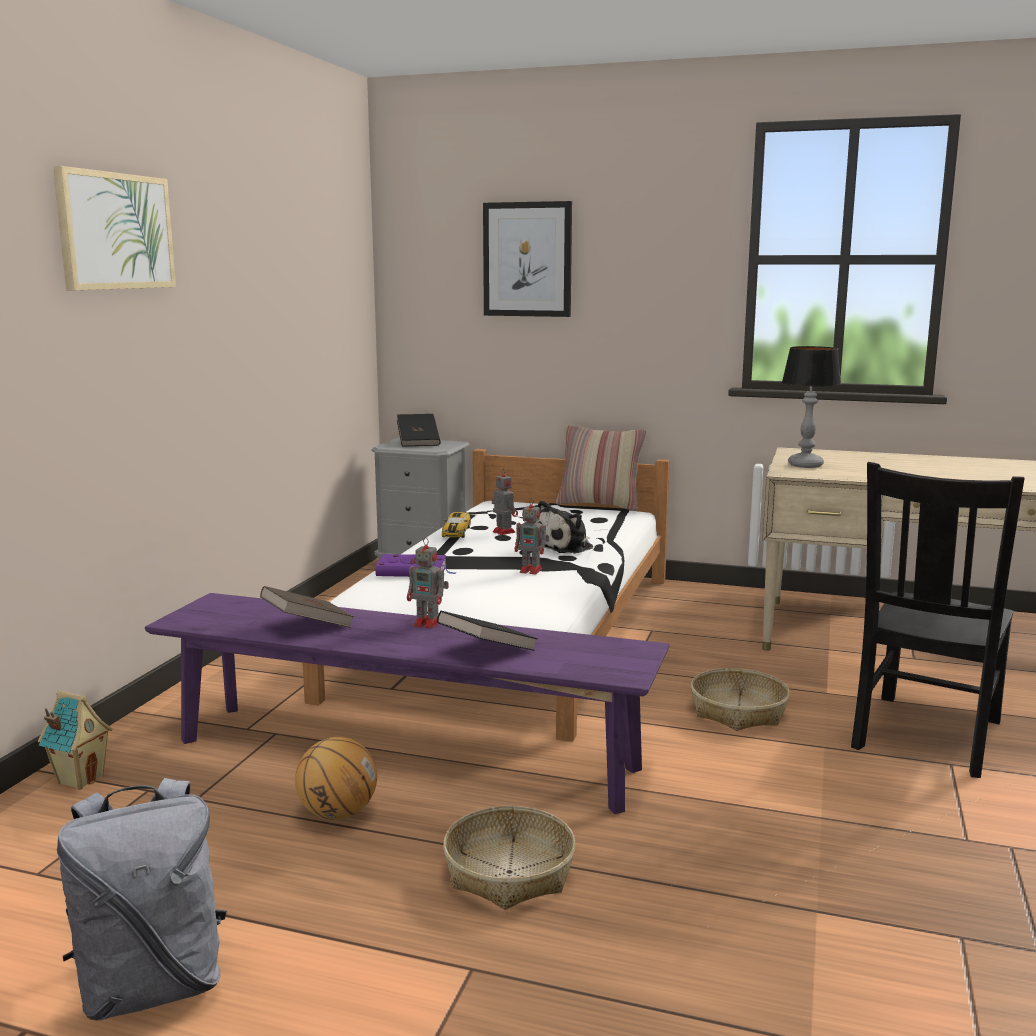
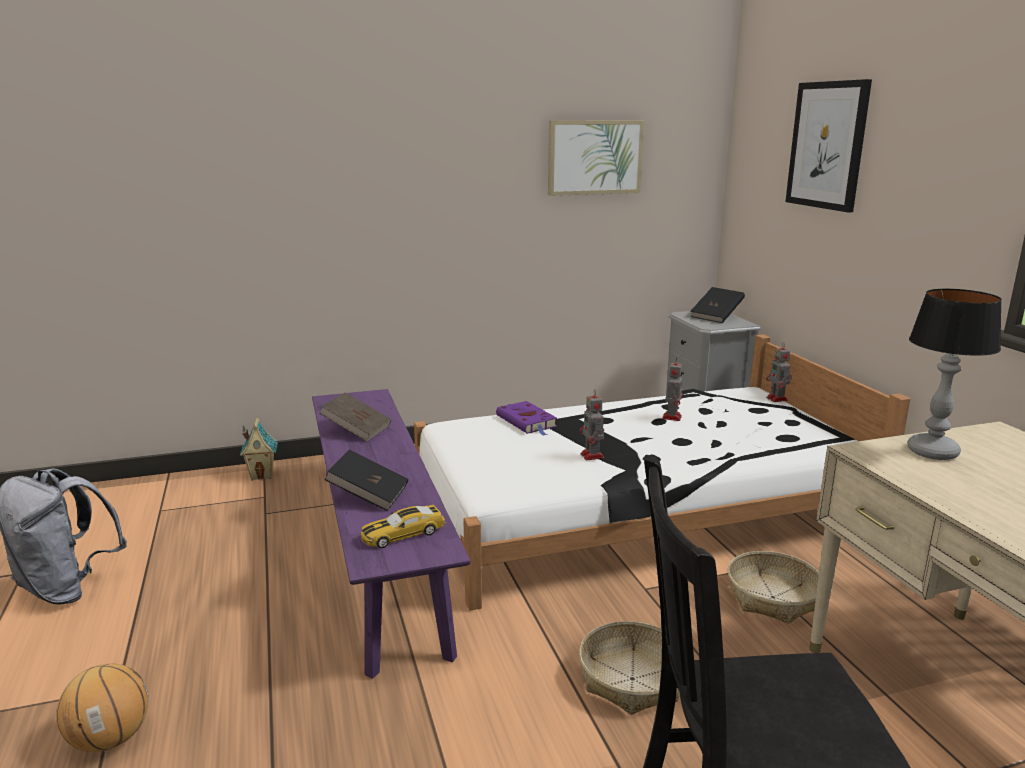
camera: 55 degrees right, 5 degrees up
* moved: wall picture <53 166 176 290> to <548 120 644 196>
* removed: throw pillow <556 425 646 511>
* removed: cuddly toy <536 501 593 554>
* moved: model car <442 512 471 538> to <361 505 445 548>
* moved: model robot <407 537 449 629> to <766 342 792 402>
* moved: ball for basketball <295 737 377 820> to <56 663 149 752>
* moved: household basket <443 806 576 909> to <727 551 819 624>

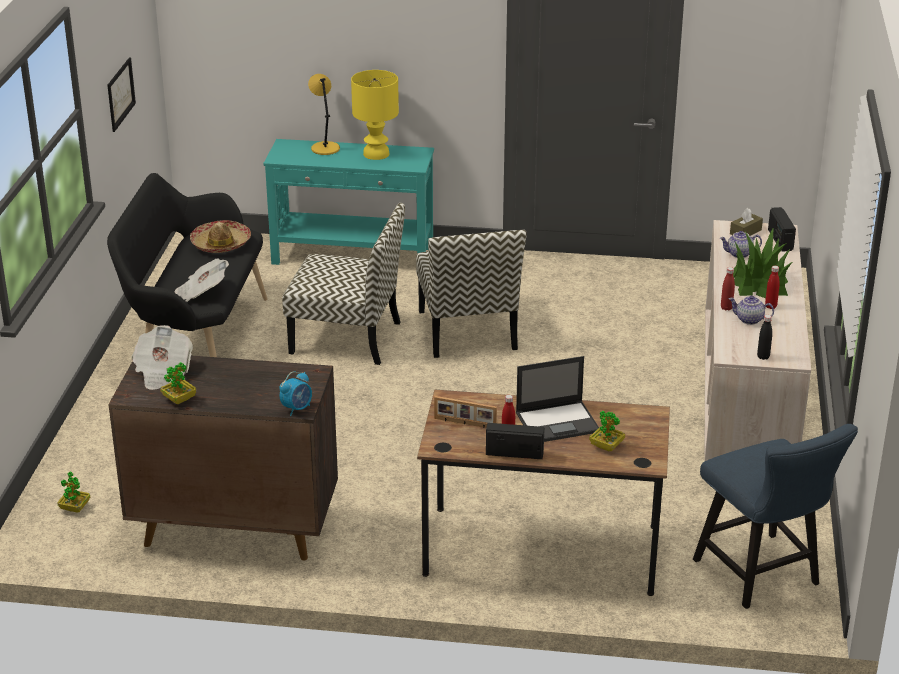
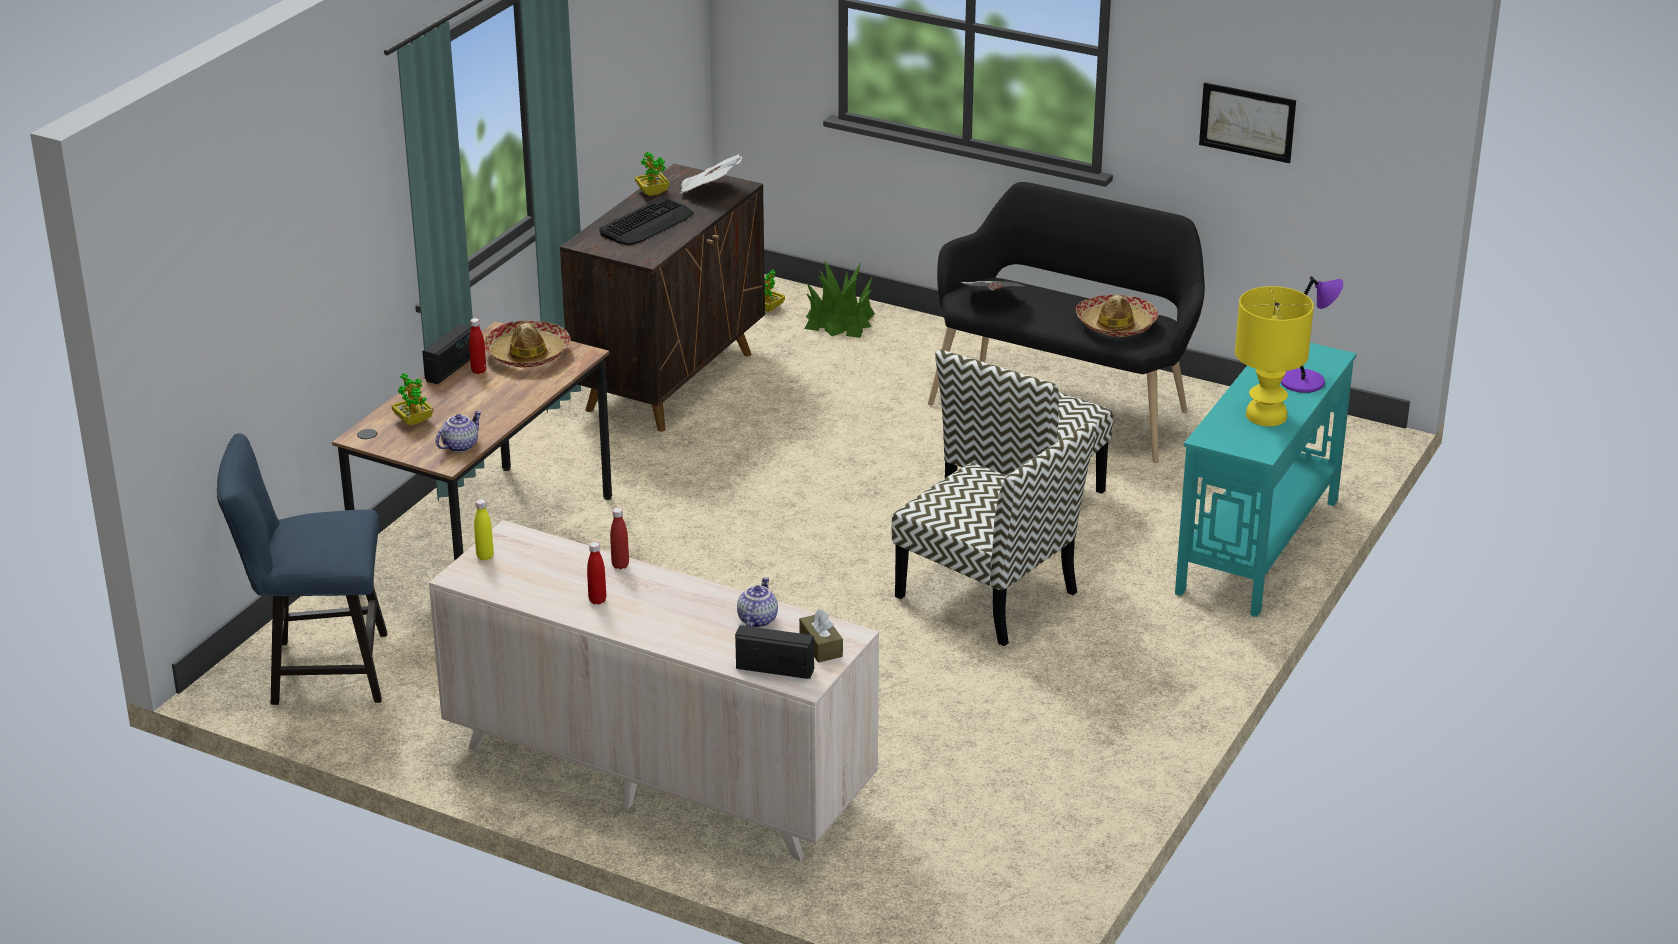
camera: 110 degrees right, 0 degrees up
* recoloured: yellowish lamp for a table <308 74 340 155> to purplish lamp for a table <1281 276 1343 393>
* moved: houseplant <733 227 792 298> to <805 261 875 338>
* turned: plain chair <416 230 527 358> = <892 421 1097 646> 150 degrees counterclockwise
* moved: teapot <728 295 774 325> to <436 411 482 452>
* recoloured: blackish drink bottle <757 315 772 360> to yellowish drink bottle <474 499 494 561>
* removed: portable computer <516 356 599 442>
* removed: table clock <279 371 312 416>
* replaced: photo frame <434 396 497 428> to clothing hat <484 320 571 367>
* added: PC keyboard <599 198 693 245>

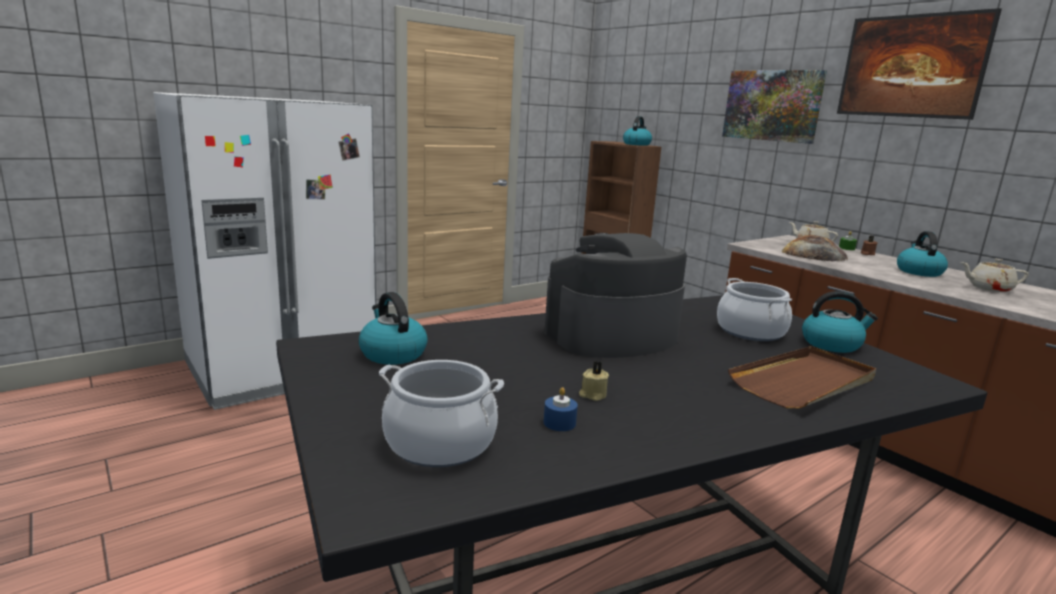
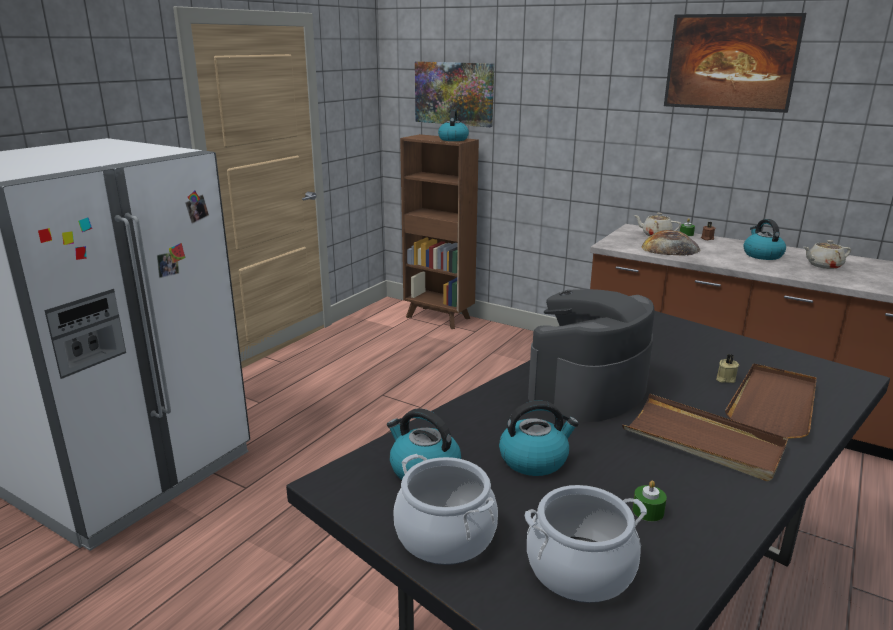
camera: 20 degrees left, 5 degrees up
* moved: wall picture <722 70 827 144> to <415 61 494 127>
* moved: stockpot <717 278 792 341> to <394 454 498 565>
* moved: kettle <802 291 878 353> to <499 401 579 476>
* moved: beige-coloured candle <579 361 609 401> to <716 354 739 383>
* recoloured: bluish candle <544 387 578 431> to green candle <632 480 667 521>
* added: brownish carrying tray <622 393 788 481>

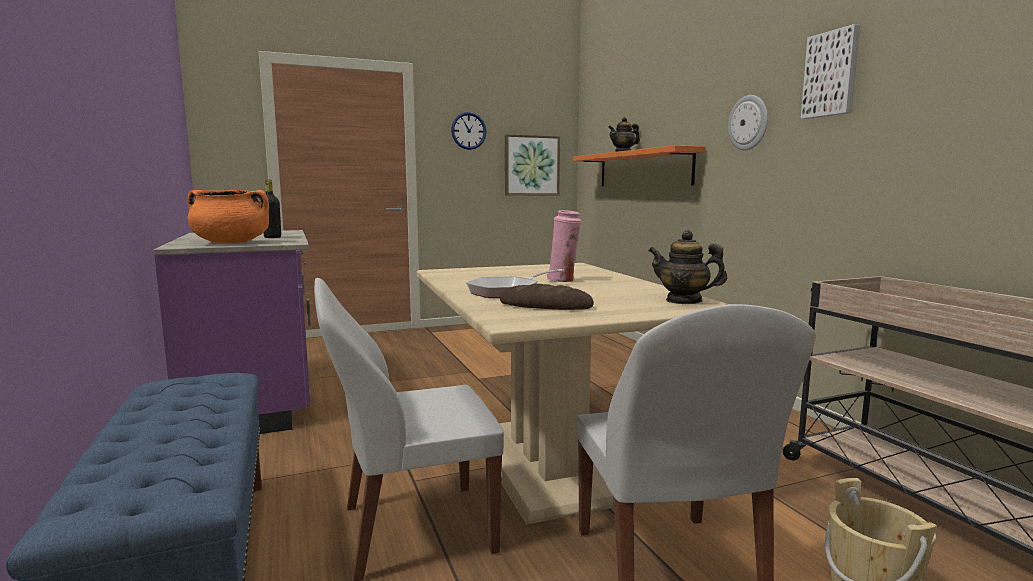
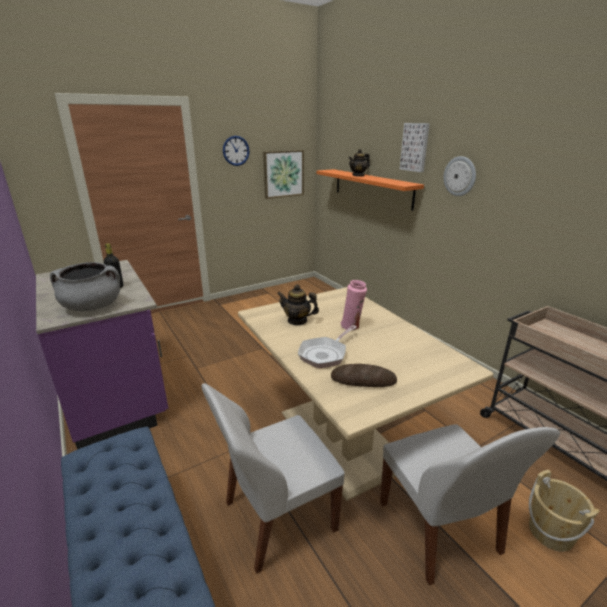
camera: 10 degrees left, 15 degrees up
* moved: wall picture <801 24 860 119> to <400 123 430 172>
* recoloured: orange stockpot <187 190 269 243> to grey stockpot <50 262 120 311>
* moved: teapot <649 230 727 304> to <277 284 319 325>

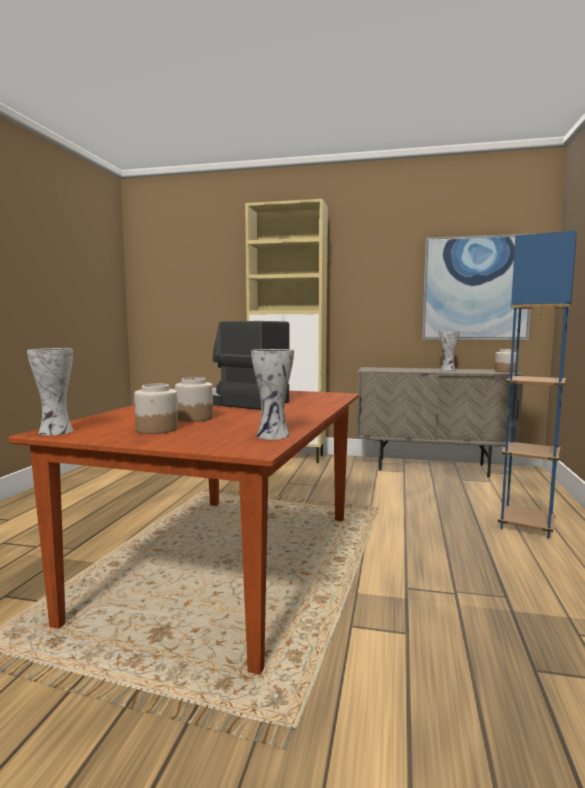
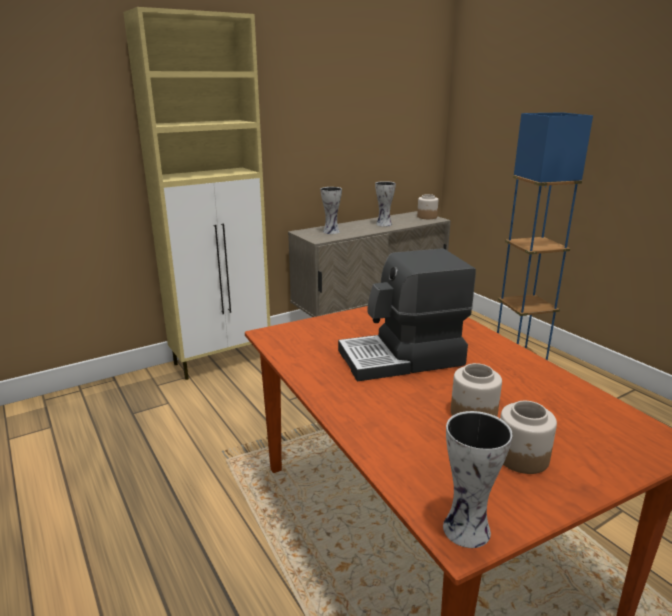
camera: 45 degrees left, 15 degrees up
* removed: wall picture <422 233 536 340>
* moved: vase <251 349 294 440> to <320 187 342 234>

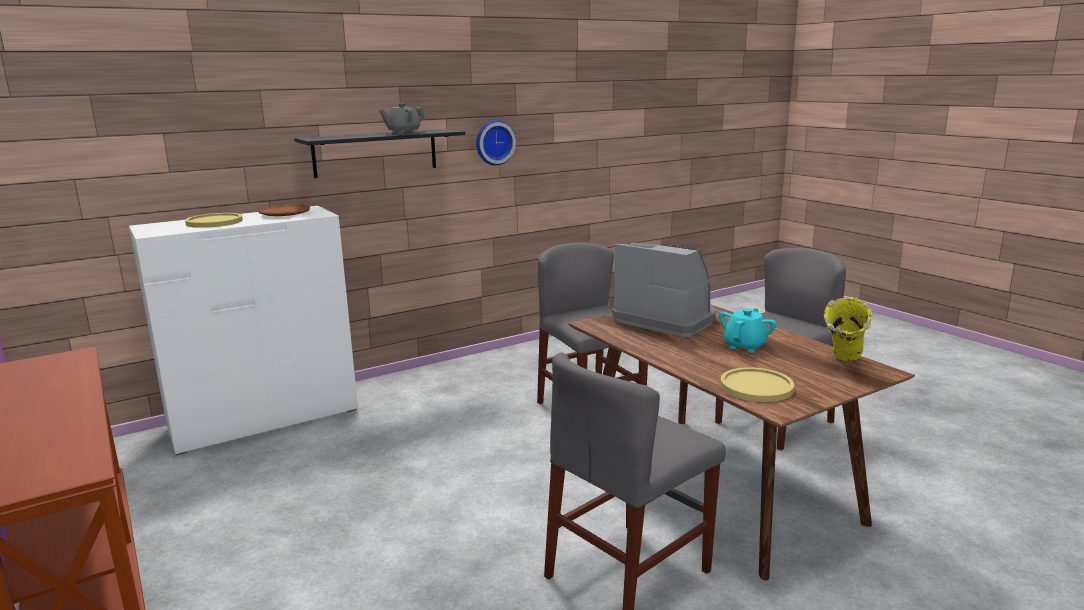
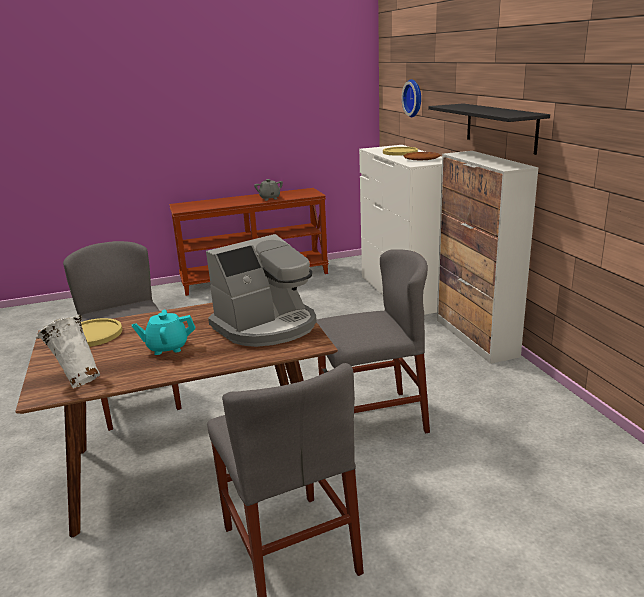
camera: 105 degrees right, 5 degrees up
* moved: grey teapot <379 103 425 134> to <254 179 283 201>
* moved: wall clock <476 120 516 166> to <402 79 421 117>
* recoloured: yellowish vase <824 297 872 361> to white vase <36 315 100 388>
* turned: blue-green teapot <719 308 777 353> = <132 310 195 355> 120 degrees clockwise
* added: cupboard <437 151 538 364>

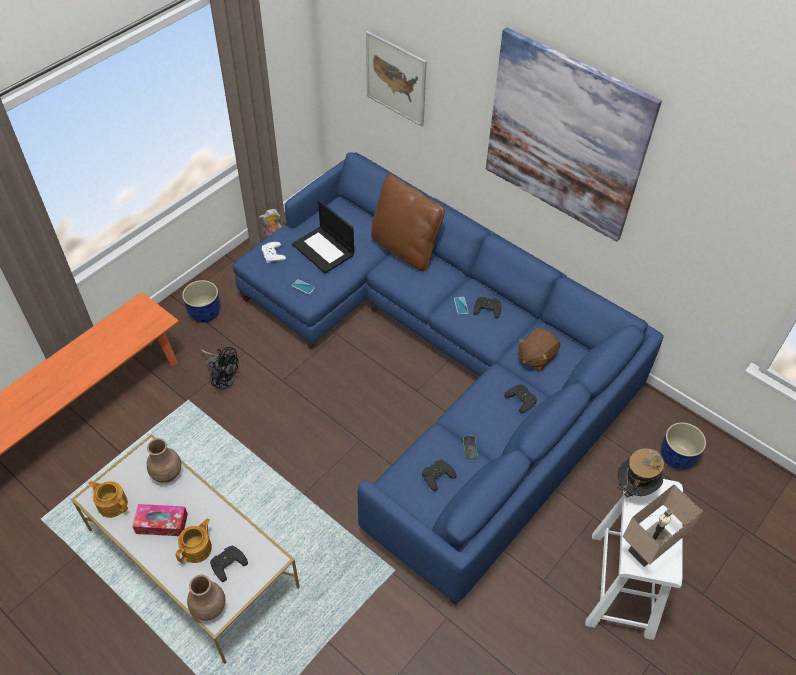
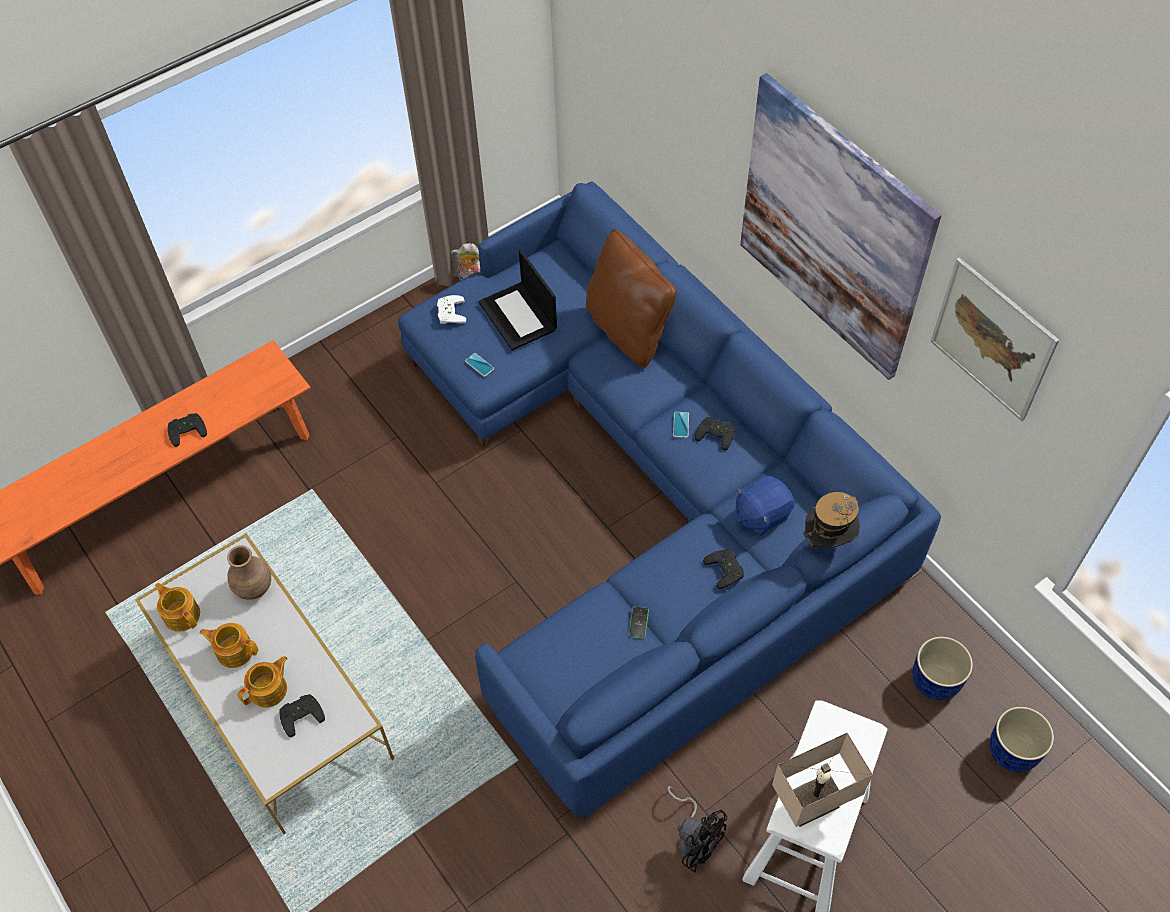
camera: 15 degrees right, 5 degrees up
* moved: wall picture <366 31 427 127> to <931 257 1059 421>
* moved: bluish plant pot <182 280 220 323> to <989 707 1054 772>
* recoloured: brownish cuddly toy <518 328 560 372> to bluish cuddly toy <736 476 795 536>
* moved: blackish cooling fan <201 347 239 389> to <667 786 727 873>
* moved: clothing hat <617 448 664 506> to <803 492 860 557>
* moved: blackish joypad <422 459 457 491> to <168 413 207 447>
* replaced: tissue box <132 504 188 536> to teapot <200 623 258 668>
* removed: brownish vase <187 575 226 621>

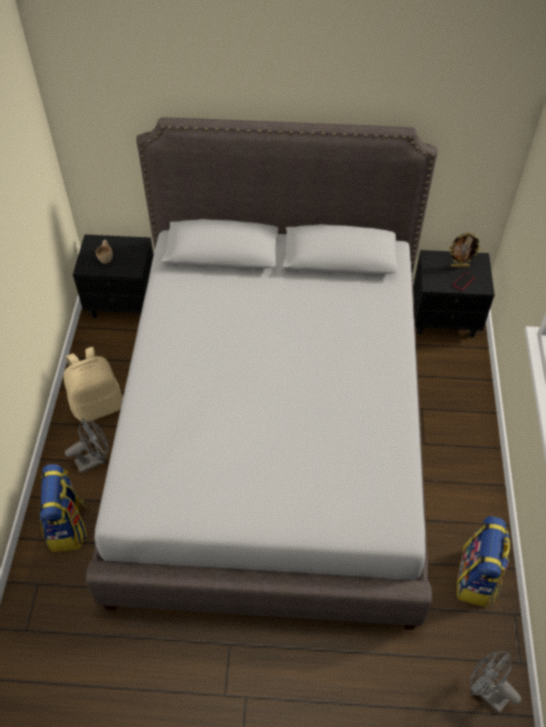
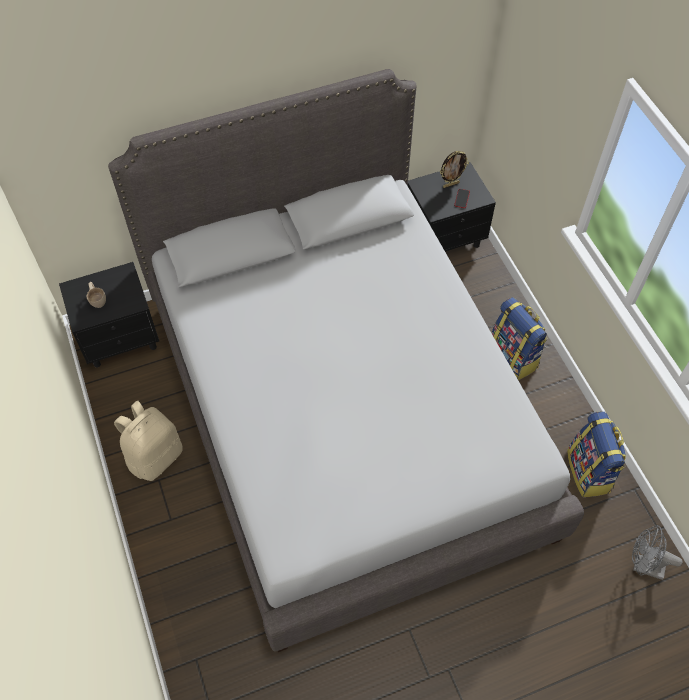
camera: 25 degrees left, 5 degrees up
* removed: grey cooling fan <65 419 109 473>
* moved: backpack <39 464 87 552> to <491 297 548 380>

